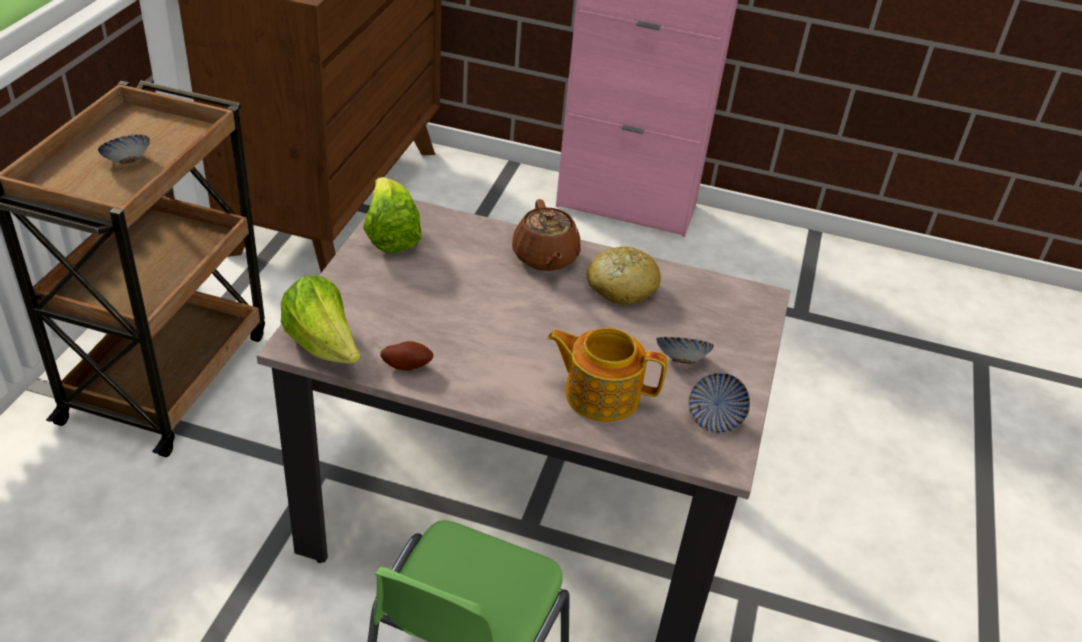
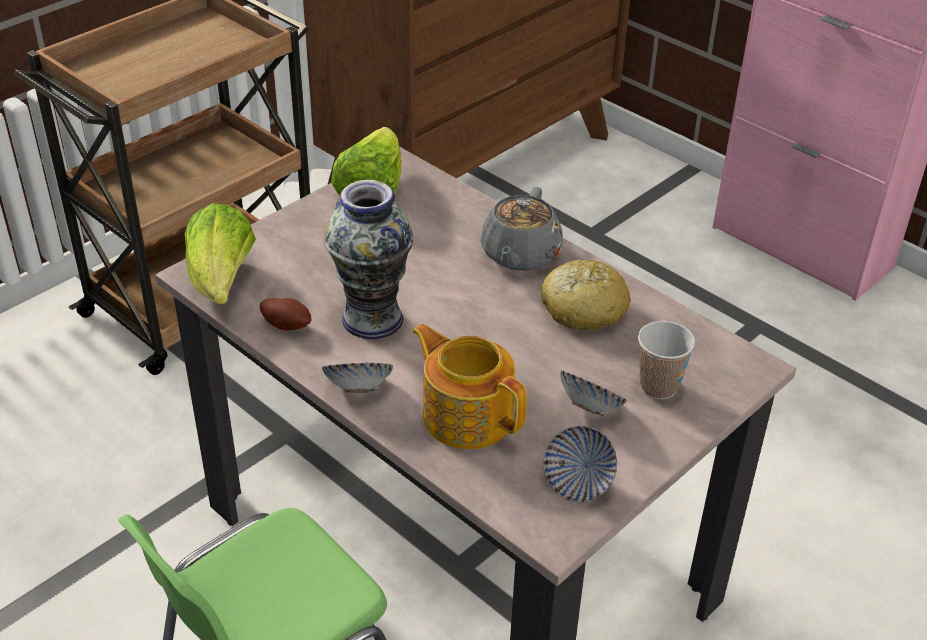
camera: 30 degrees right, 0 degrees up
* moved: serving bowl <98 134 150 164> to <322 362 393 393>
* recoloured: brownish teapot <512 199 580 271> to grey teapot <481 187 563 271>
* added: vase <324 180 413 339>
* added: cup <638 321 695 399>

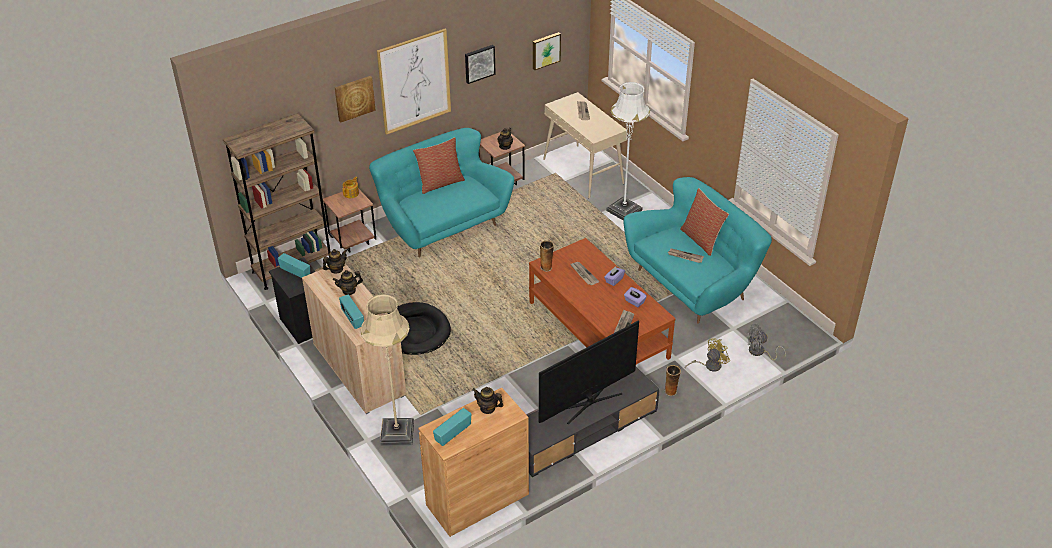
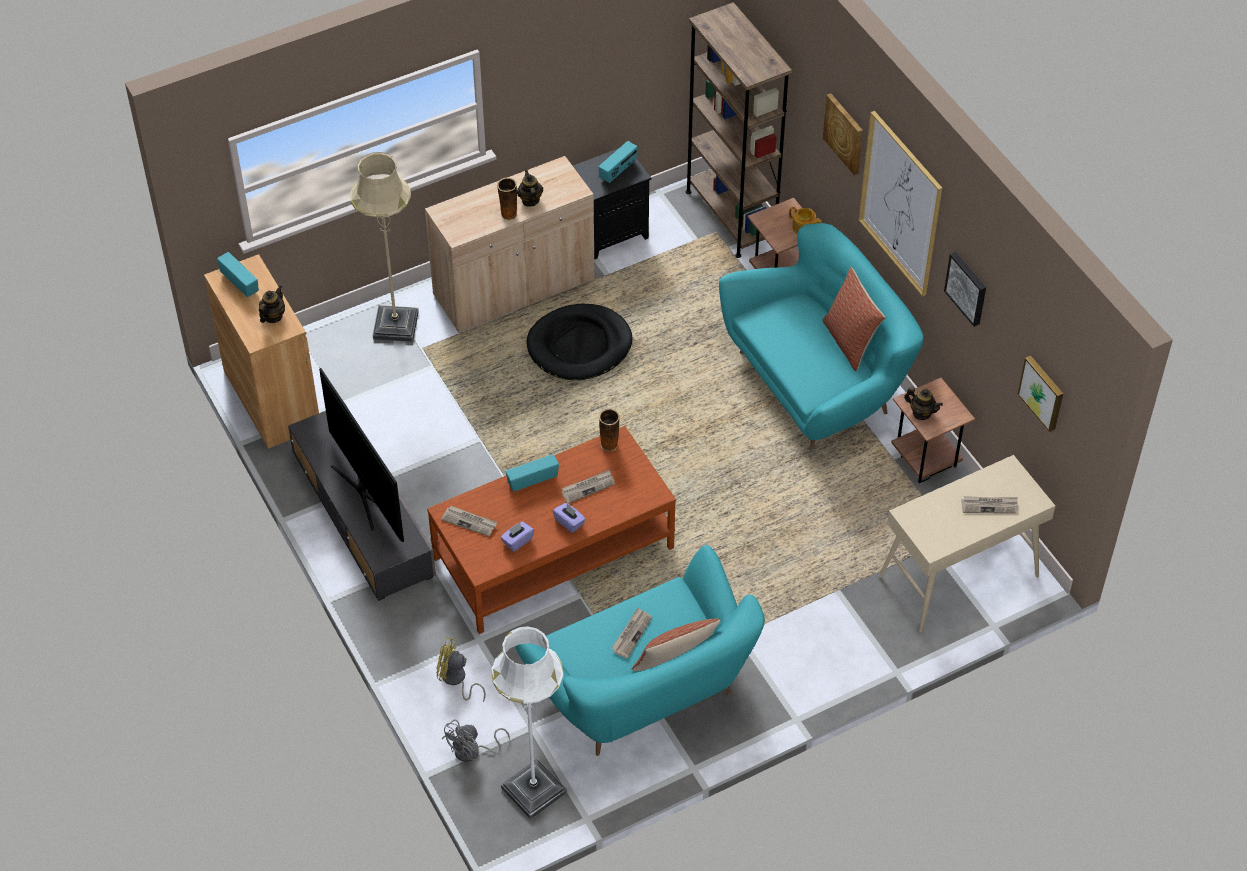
camera: 95 degrees right, 10 degrees up
* moved: white standing lamp <606 82 650 221> to <491 626 567 820>
* removed: teapot <323 249 347 273>
* moved: radio <339 294 364 329> to <505 454 559 492>
* turned: grey cooling fan <746 324 786 360> = <442 720 510 762> 135 degrees counterclockwise
* turned: yellowish cooling fan <685 338 730 372> = <436 637 486 702> 135 degrees clockwise
* moved: vase <665 365 681 396> to <497 178 517 220>

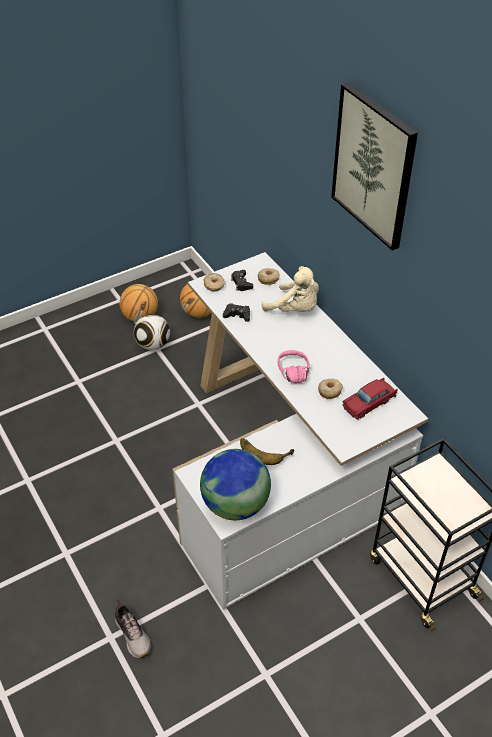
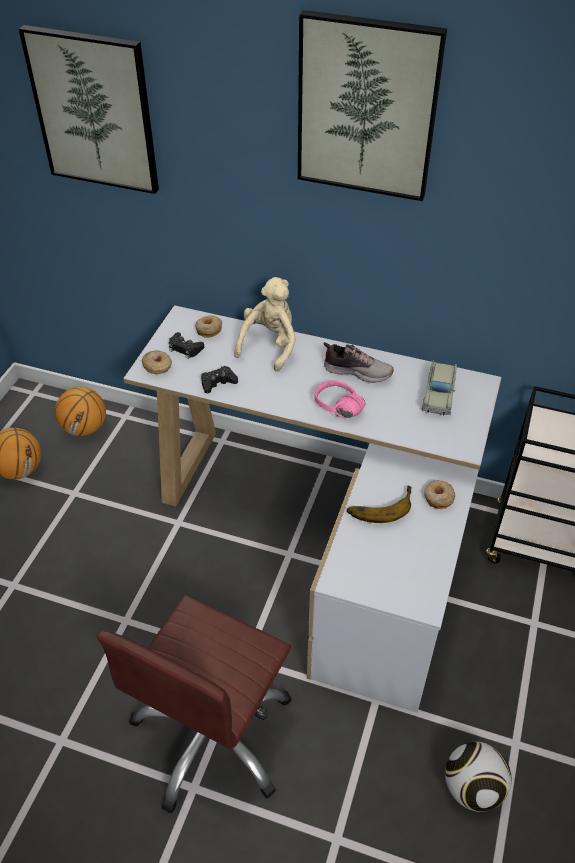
camera: 40 degrees left, 0 degrees up
* turned: beige-coloured cuddly toy <262 266 319 312> = <234 277 296 372> 60 degrees counterclockwise
* moved: ball for football <134 314 170 350> to <445 742 511 812>
* recoloured: reddish model car <342 378 398 420> to beige-coloured model car <422 360 457 416>
* moved: ring doughnut <318 379 343 399> to <424 480 455 509>
* removed: globe <200 449 271 520>
* moved: shoe <115 599 151 658> to <323 342 394 383>
* added: wall picture <19 25 159 194>
* added: brownish desk chair <97 595 291 813>

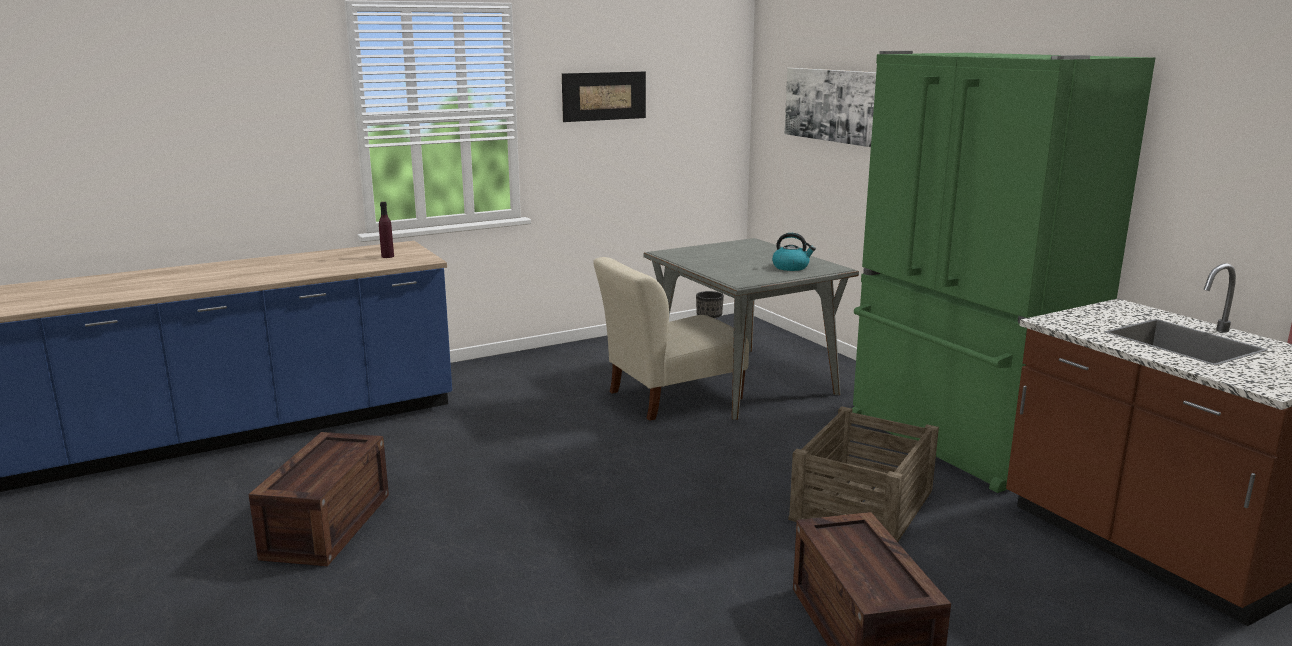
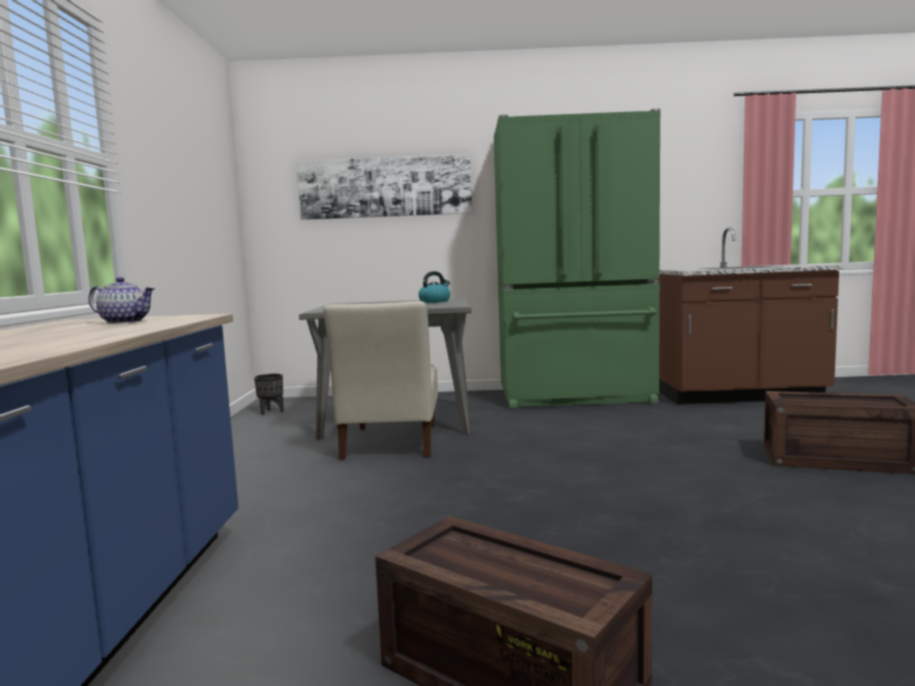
camera: 60 degrees left, 10 degrees down
* removed: wall picture <562 72 646 122>
* replaced: purplish drink bottle <379 202 394 258> to teapot <88 277 155 324>
* removed: crate <788 406 939 542>

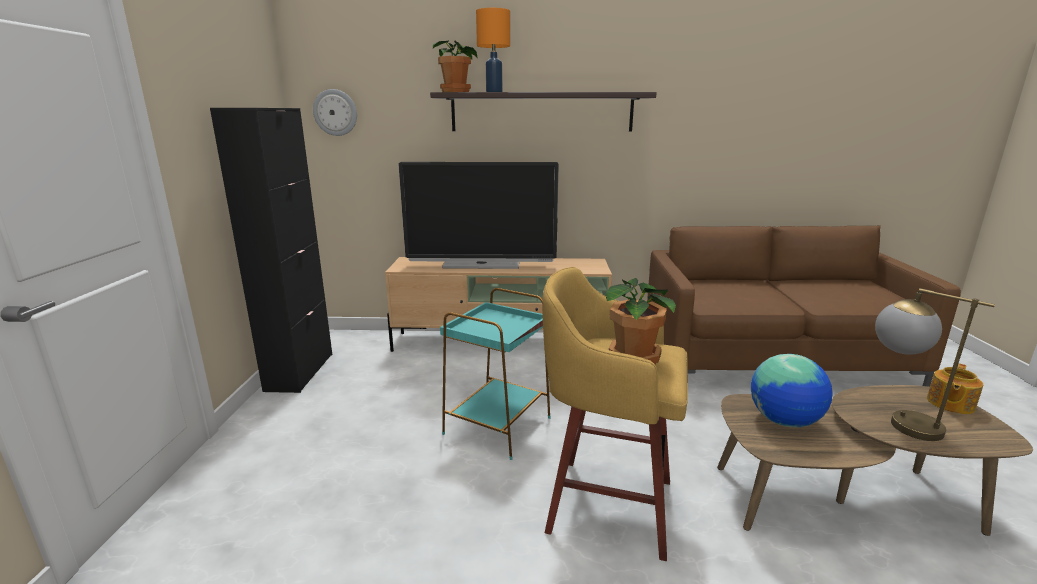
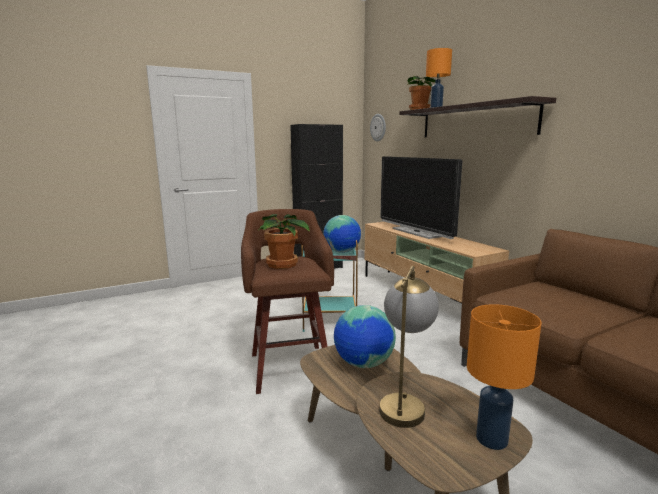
camera: 60 degrees right, 5 degrees down
* recoloured: yellowish sitting stool <542 267 688 561> to brownish sitting stool <241 209 334 394>
* replaced: teapot <927 363 983 414> to orange lamp for a table <467 304 541 450>
* added: globe <323 215 361 253>

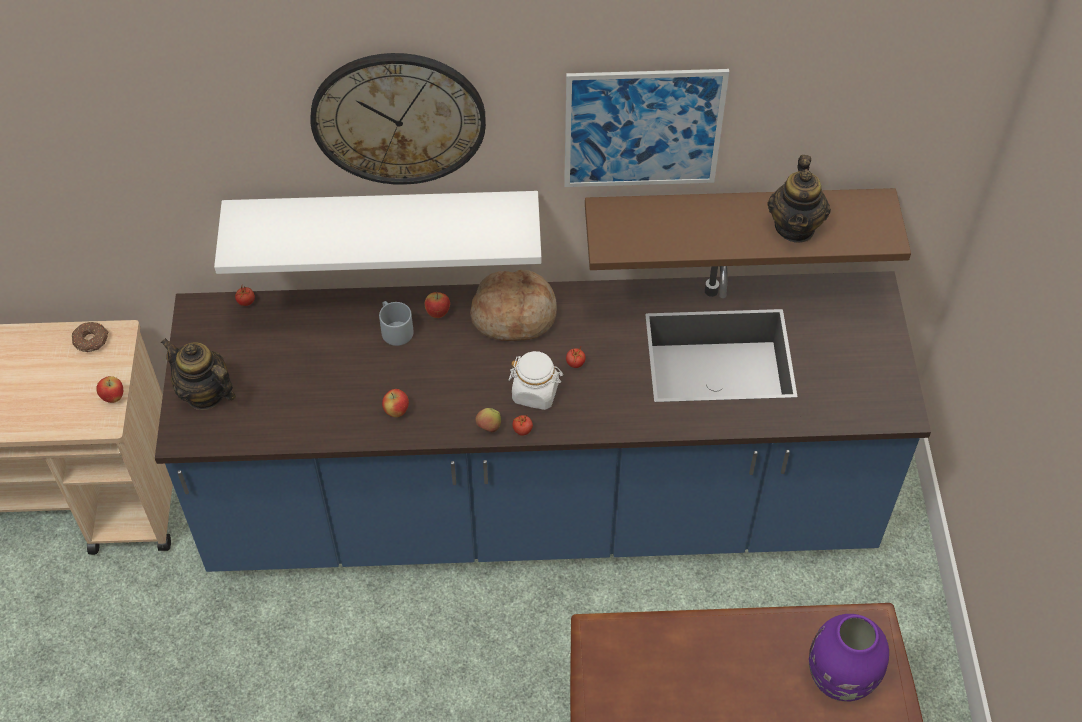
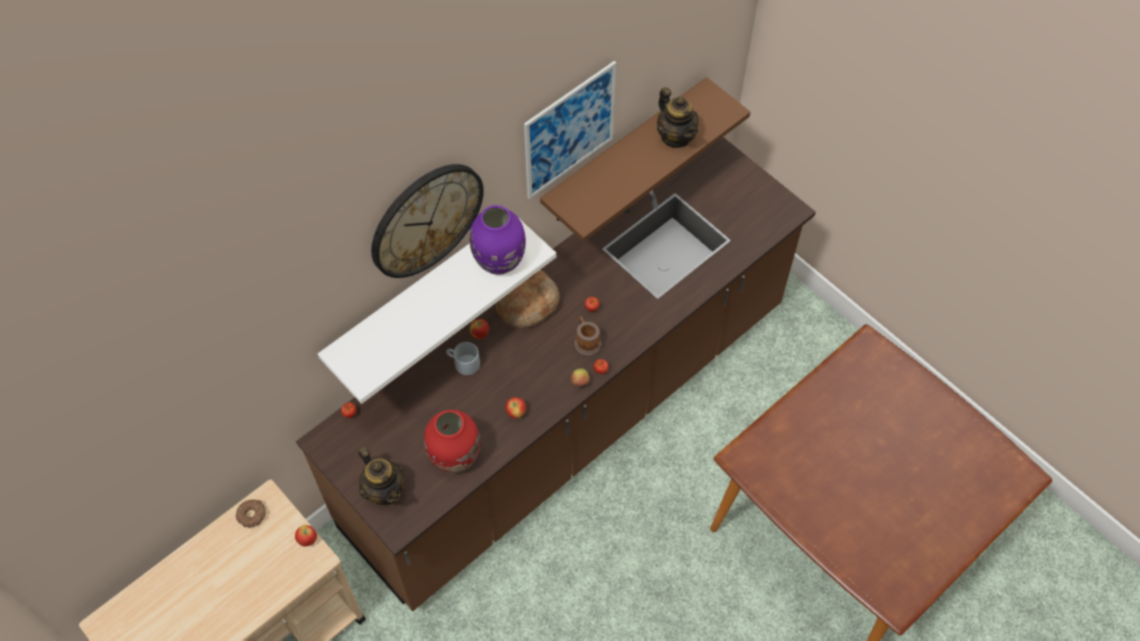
camera: 40 degrees left, 5 degrees up
* recoloured: bluish counter <155 266 931 572> to brownish counter <296 137 816 612>
* turned: teapot <161 338 236 410> = <358 446 405 505> 120 degrees counterclockwise
* replaced: white preserve jar <509 351 563 410> to tea mug <575 316 602 356>
* moved: purplish vase <809 614 889 702> to <470 205 526 275>
* added: reddish vase <424 410 480 473>

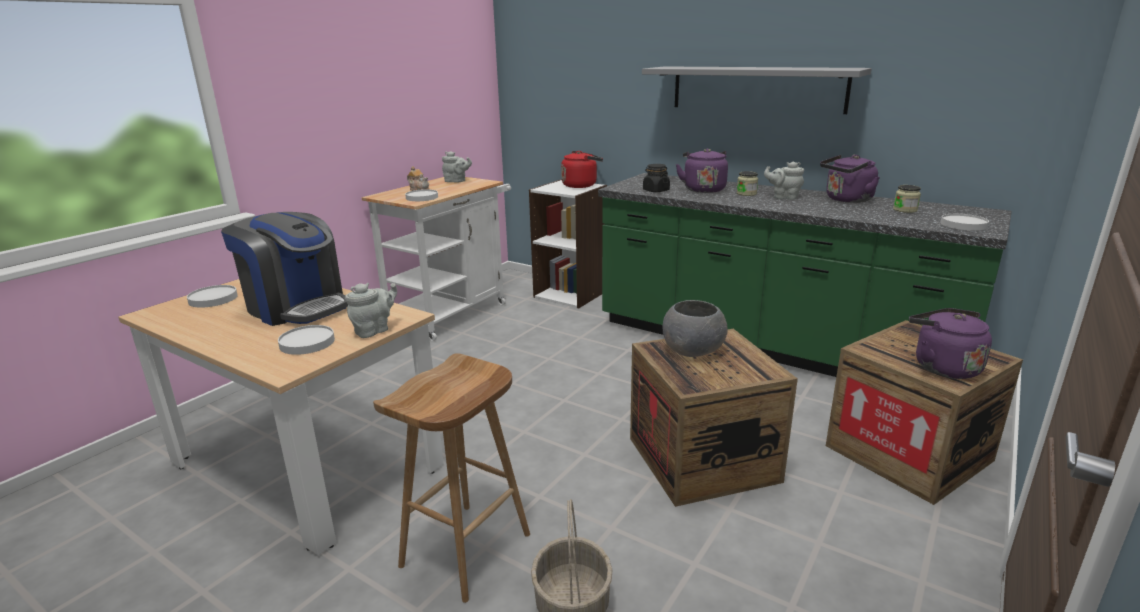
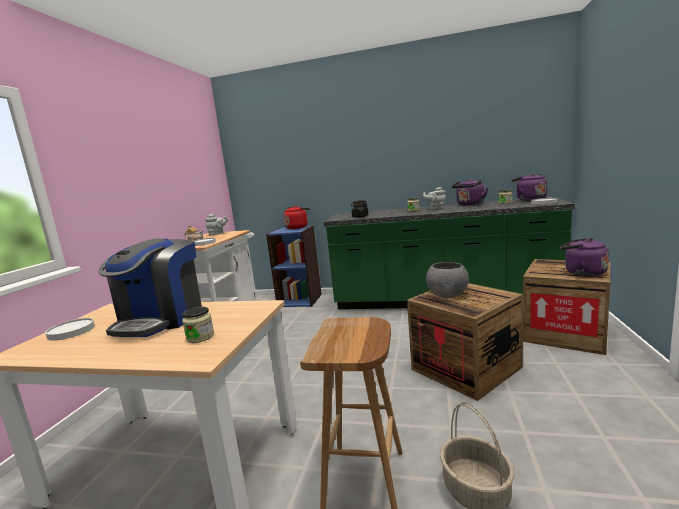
camera: 20 degrees left, 10 degrees down
* removed: grey bracket shelf <642 66 872 114>
* moved: purplish kettle <676 148 728 193> to <511 173 547 201>
* recoloured: white shelving unit <529 179 607 308> to bluish shelving unit <266 225 322 307>
* turned: coffee machine <221 212 348 326> = <98 238 202 337> 90 degrees clockwise
* removed: grey teapot <345 283 397 338>
* replaced: white plate <278 325 335 355> to preserve jar <182 307 214 343>

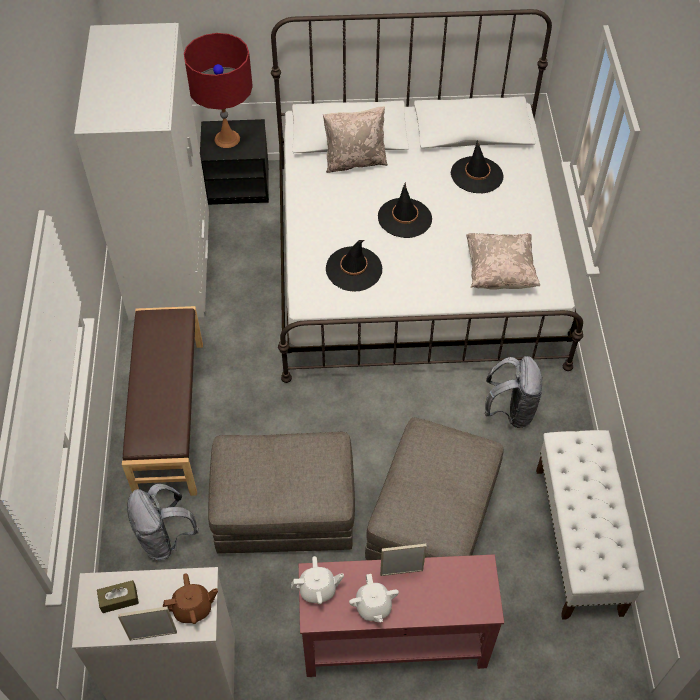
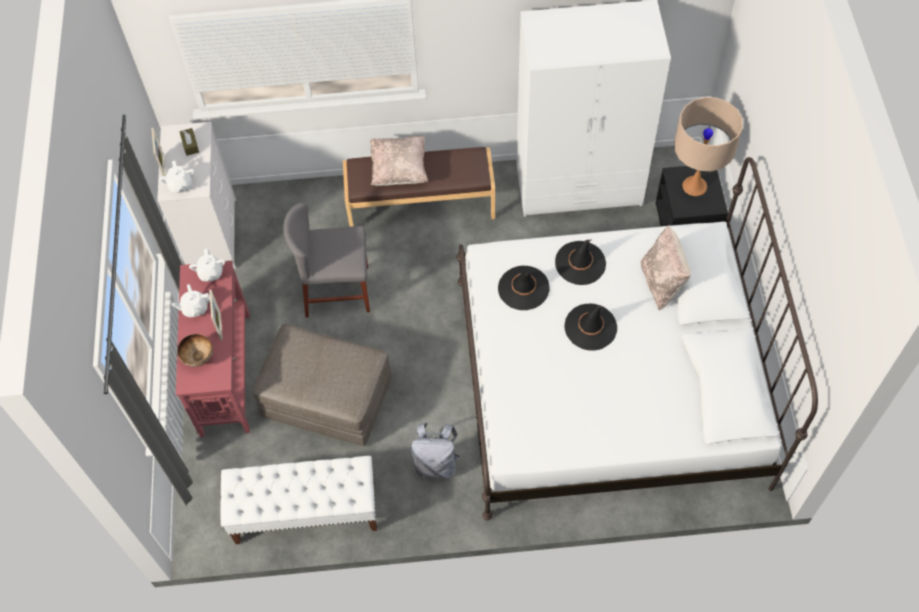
camera: 90 degrees right, 5 degrees up
* recoloured: reddish lamp for a table <184 33 253 148> to beige-coloured lamp for a table <674 97 743 196>
* moved: blackish clothing hat <451 140 503 193> to <555 240 606 285>
* moved: beige-coloured throw pillow <466 233 540 290> to <370 135 428 186>
* replaced: grey ottoman <208 432 355 554> to grey plain chair <283 202 370 318>
* removed: grey backpack <127 484 199 560>
* recoloured: brownish teapot <163 573 218 624> to white teapot <159 161 195 193>
* added: serving bowl <177 334 213 367>

